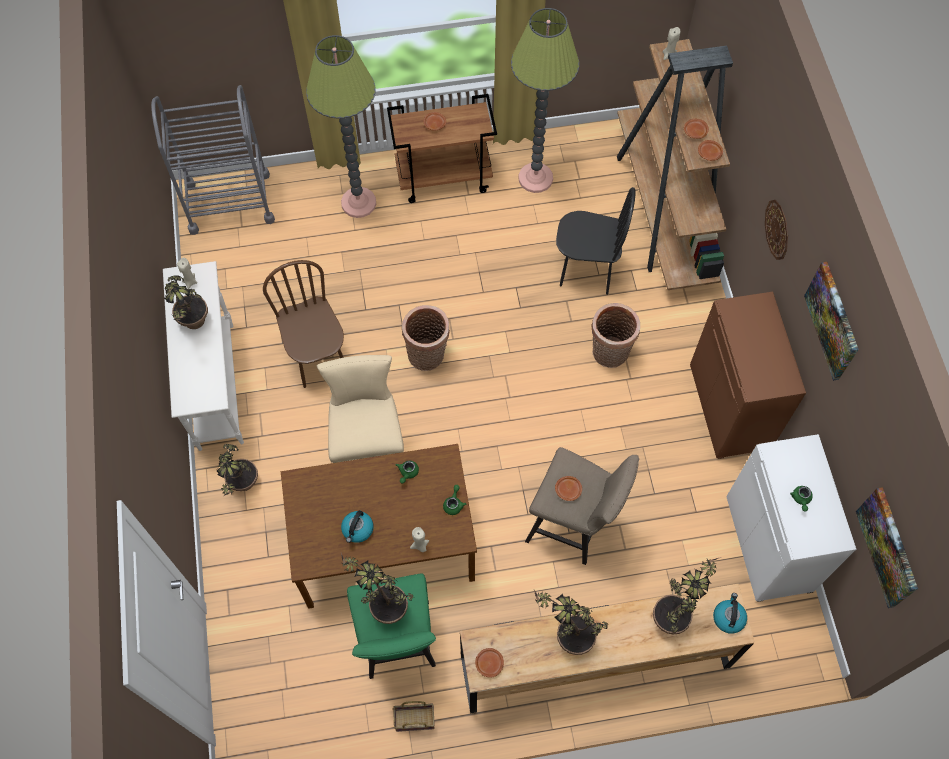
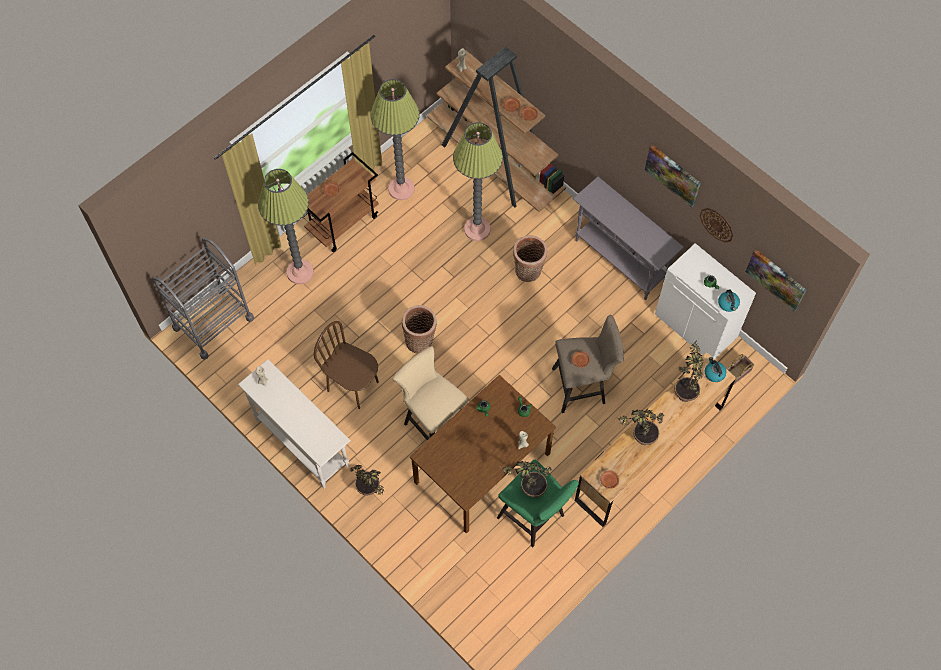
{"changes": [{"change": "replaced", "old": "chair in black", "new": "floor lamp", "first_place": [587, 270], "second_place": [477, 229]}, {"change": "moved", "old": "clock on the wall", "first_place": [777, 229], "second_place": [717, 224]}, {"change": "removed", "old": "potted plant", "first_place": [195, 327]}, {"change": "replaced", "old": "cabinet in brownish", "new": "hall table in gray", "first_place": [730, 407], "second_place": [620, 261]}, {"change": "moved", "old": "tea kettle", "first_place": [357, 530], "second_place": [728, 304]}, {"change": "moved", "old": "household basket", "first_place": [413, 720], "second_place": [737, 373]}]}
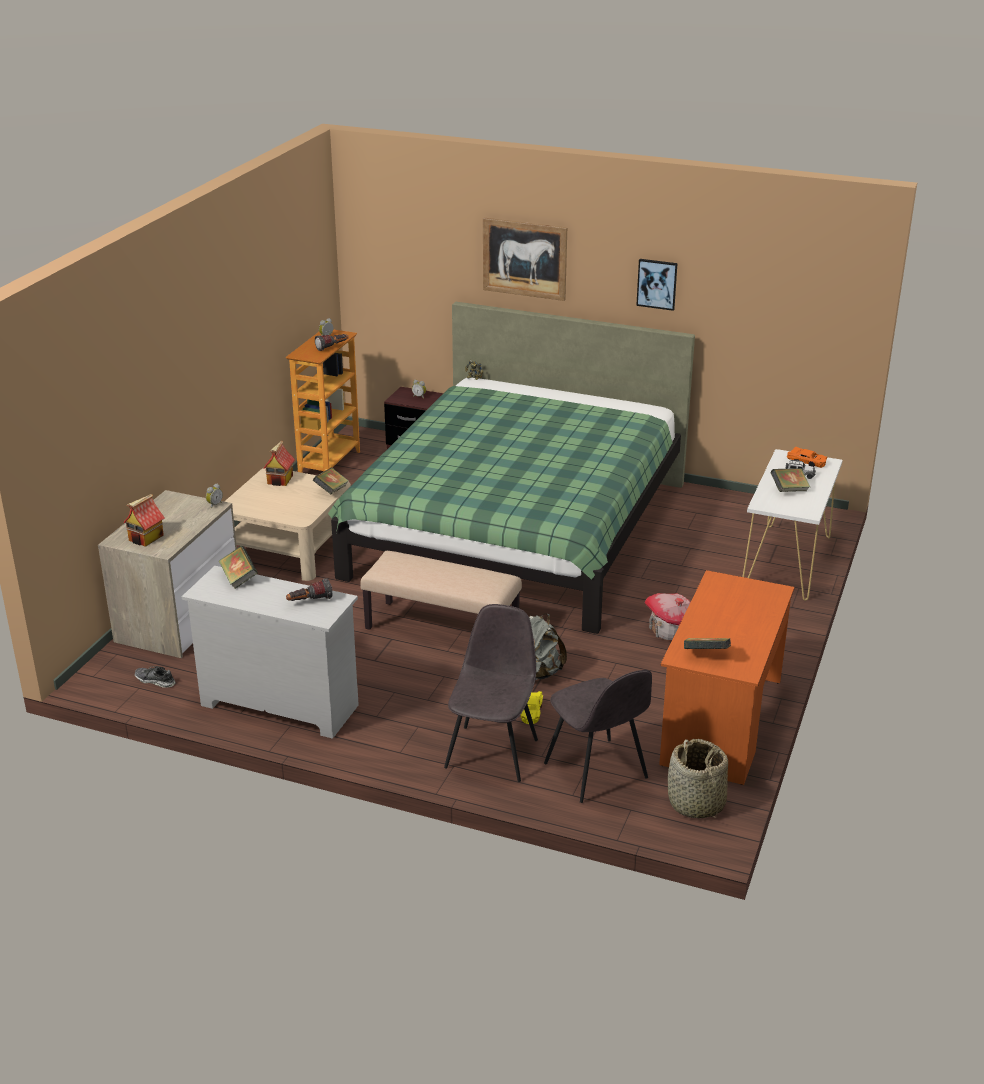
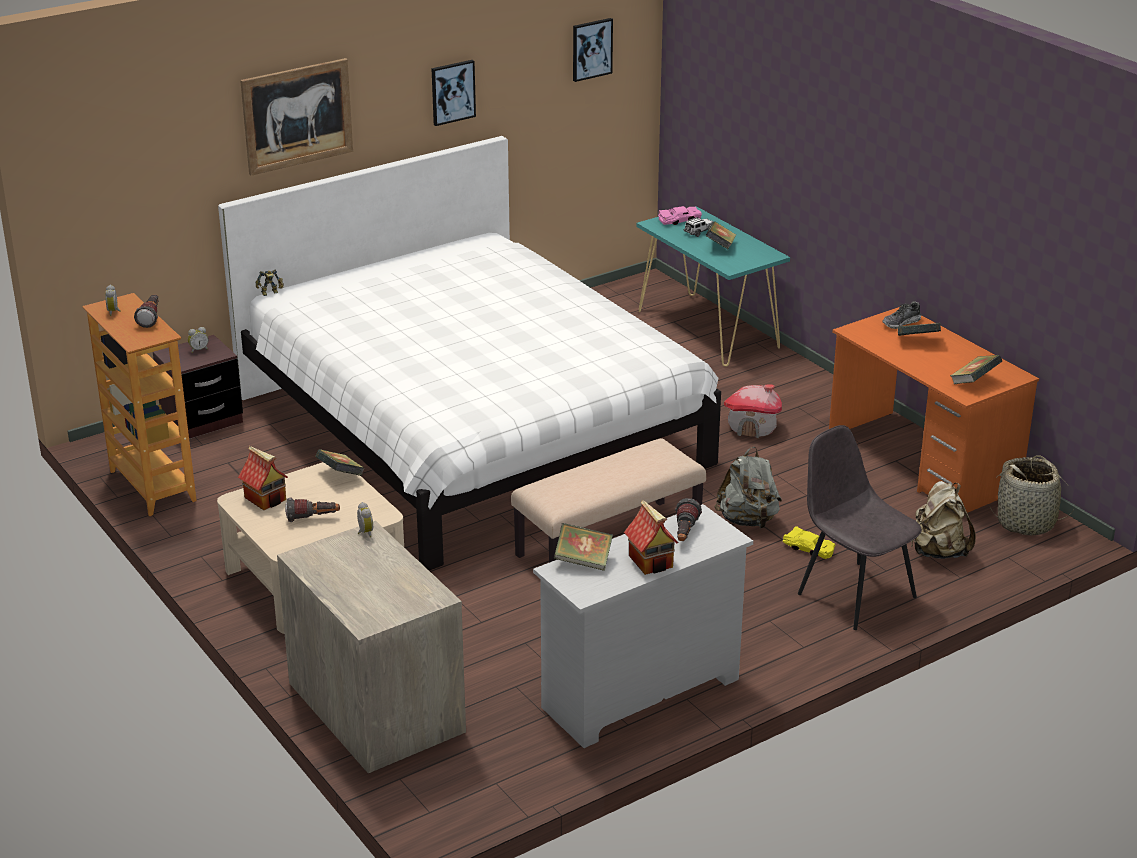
{"changes": [{"change": "recoloured", "old": "bedroom bed in greenish", "new": "bedroom bed in white", "first_place": [517, 530], "second_place": [470, 431]}, {"change": "recoloured", "old": "toy car in orange", "new": "toy car in pink", "first_place": [806, 462], "second_place": [680, 220]}, {"change": "recoloured", "old": "hall table in white", "new": "hall table in turquoise-coloured", "first_place": [786, 562], "second_place": [708, 330]}, {"change": "moved", "old": "model house", "first_place": [146, 538], "second_place": [651, 561]}, {"change": "moved", "old": "item of footwear", "first_place": [155, 681], "second_place": [901, 323]}, {"change": "replaced", "old": "chair in gray", "new": "rucksack in beige-coloured", "first_place": [597, 772], "second_place": [938, 552]}, {"change": "added", "new": "wall picture", "second_place": [591, 49]}, {"change": "added", "new": "book", "second_place": [917, 341]}, {"change": "added", "new": "flashlight", "second_place": [313, 519]}]}
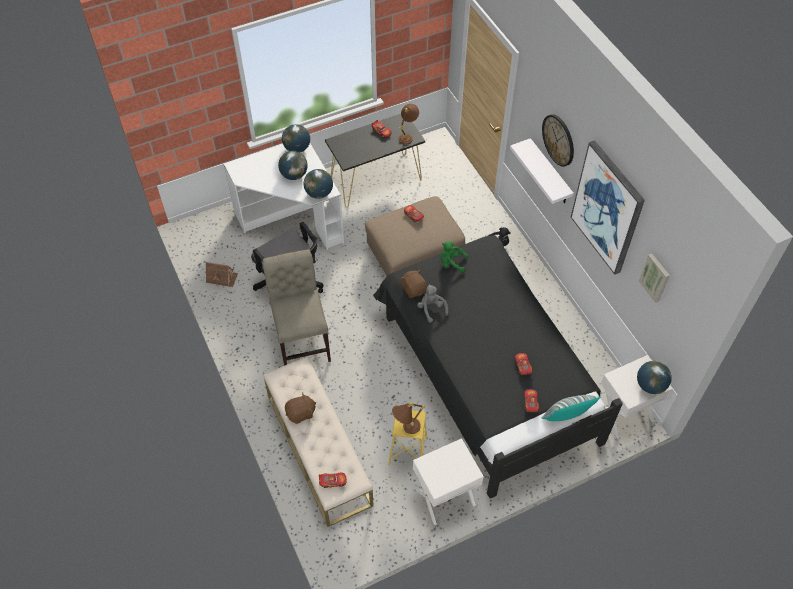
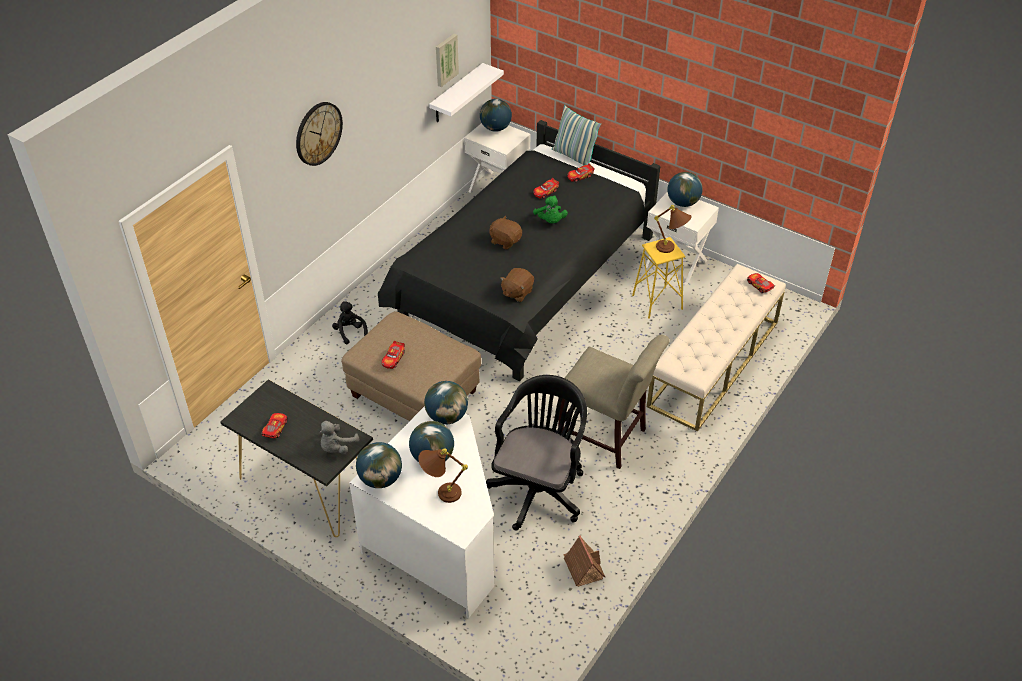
{"changes": [{"change": "moved", "old": "tabletop lamp in brownish", "first_place": [408, 136], "second_place": [440, 493]}, {"change": "moved", "old": "wall shelf in white", "first_place": [550, 173], "second_place": [456, 94]}, {"change": "removed", "old": "wall picture", "first_place": [607, 208]}, {"change": "moved", "old": "cuddly toy in greenish", "first_place": [451, 263], "second_place": [550, 221]}, {"change": "turned", "old": "chair in beige-coloured", "first_place": [302, 341], "second_place": [606, 438], "degrees": -105}, {"change": "moved", "old": "cuddly toy in gray", "first_place": [431, 309], "second_place": [337, 447]}, {"change": "moved", "old": "cuddly toy in brownish", "first_place": [301, 413], "second_place": [505, 241]}, {"change": "added", "new": "world globe", "second_place": [683, 203]}]}
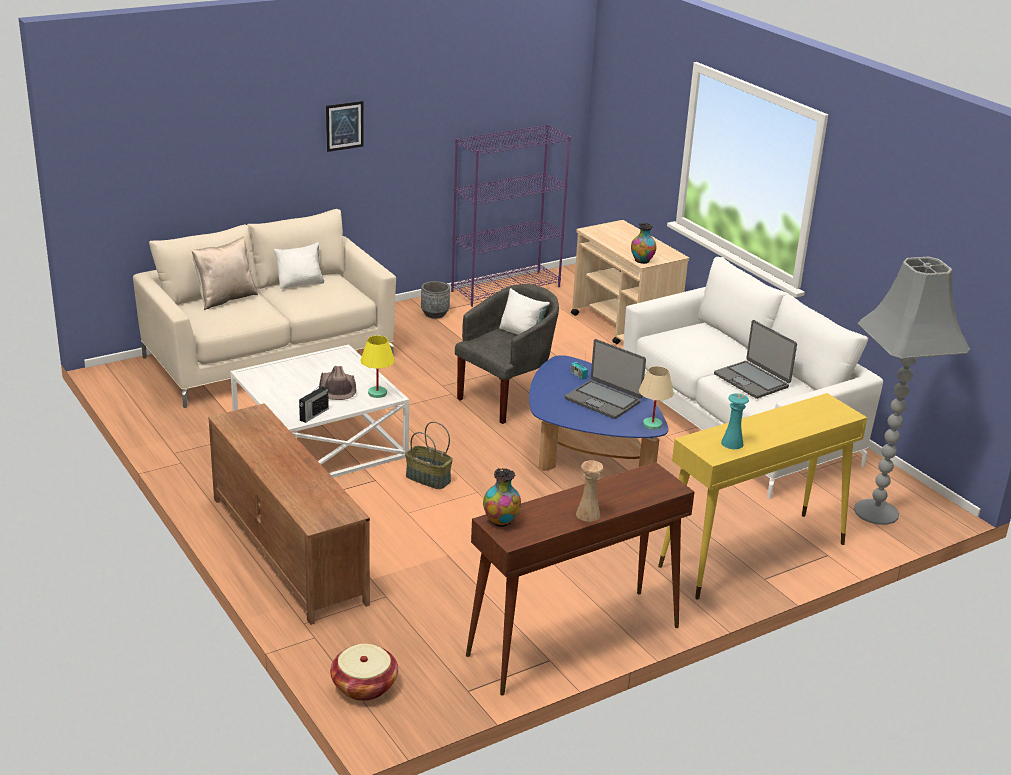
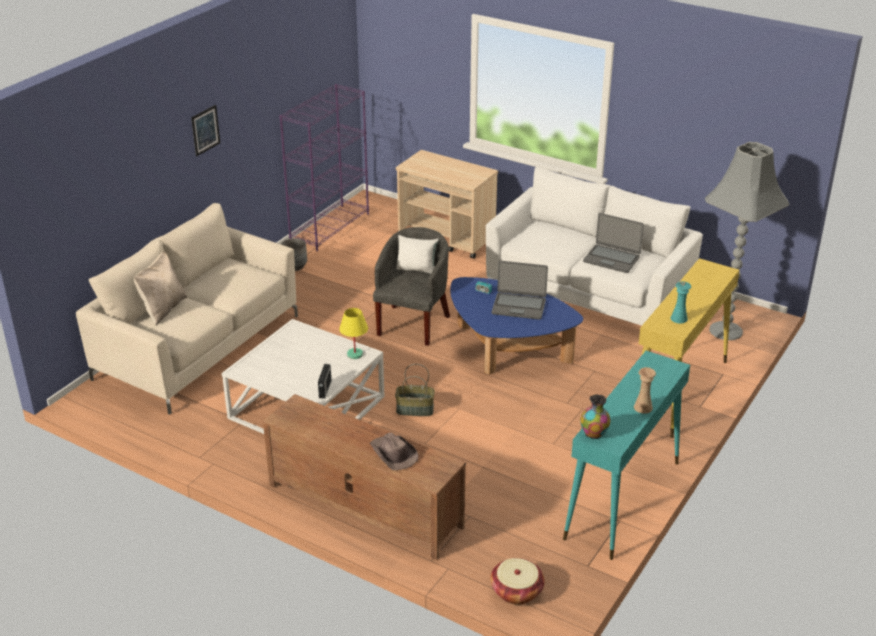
{"changes": [{"change": "removed", "old": "decorative vase", "first_place": [642, 261]}, {"change": "removed", "old": "throw pillow in white", "first_place": [300, 283]}, {"change": "moved", "old": "hat in brownish", "first_place": [337, 388], "second_place": [393, 454]}, {"change": "removed", "old": "tabletop lamp in beige-coloured", "first_place": [652, 425]}, {"change": "recoloured", "old": "hall table in brownish", "new": "hall table in turquoise-coloured", "first_place": [573, 641], "second_place": [622, 500]}]}
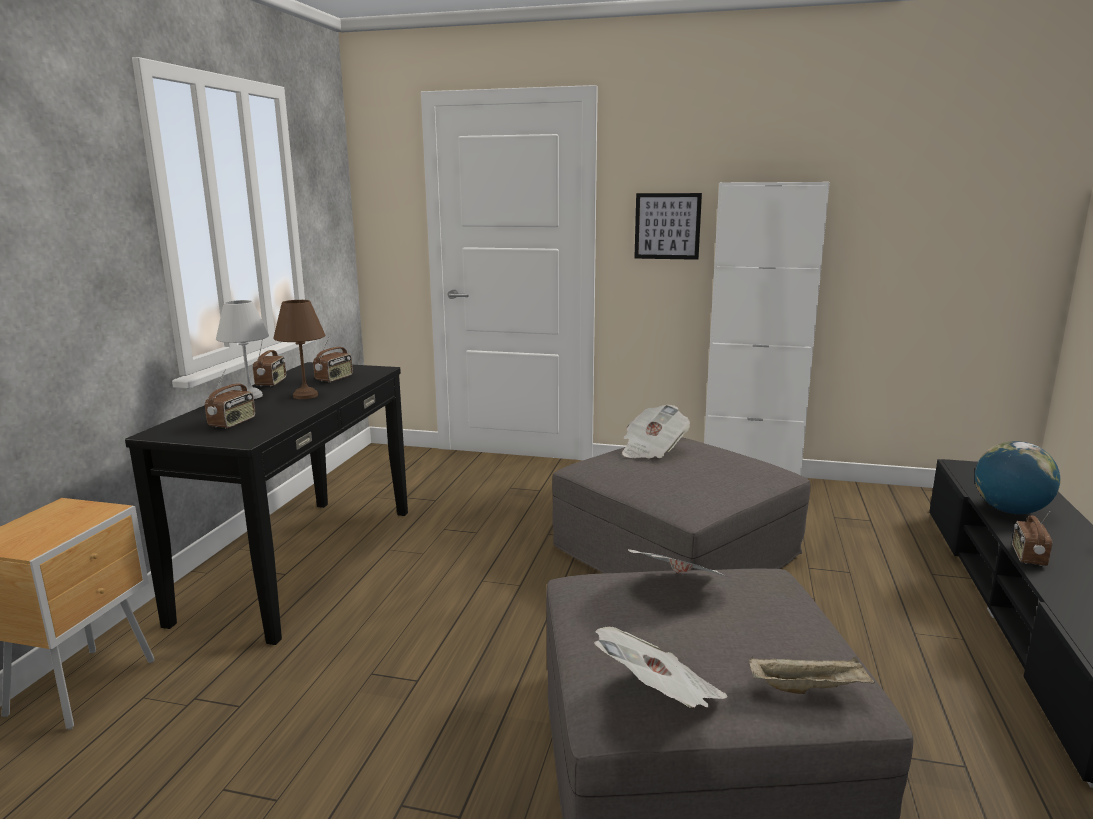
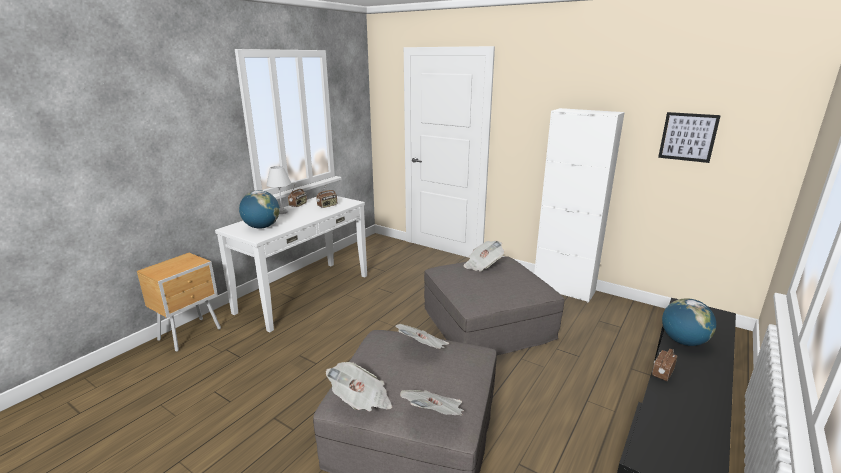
{"changes": [{"change": "moved", "old": "wall picture", "first_place": [667, 226], "second_place": [688, 137]}, {"change": "removed", "old": "tabletop lamp in brownish", "first_place": [306, 396]}, {"change": "recoloured", "old": "hall table in black", "new": "hall table in white", "first_place": [301, 561], "second_place": [304, 293]}, {"change": "replaced", "old": "radio set", "new": "world globe", "first_place": [233, 423], "second_place": [262, 227]}, {"change": "replaced", "old": "carrying tray in beige-coloured", "new": "daily paper", "first_place": [809, 688], "second_place": [435, 415]}]}
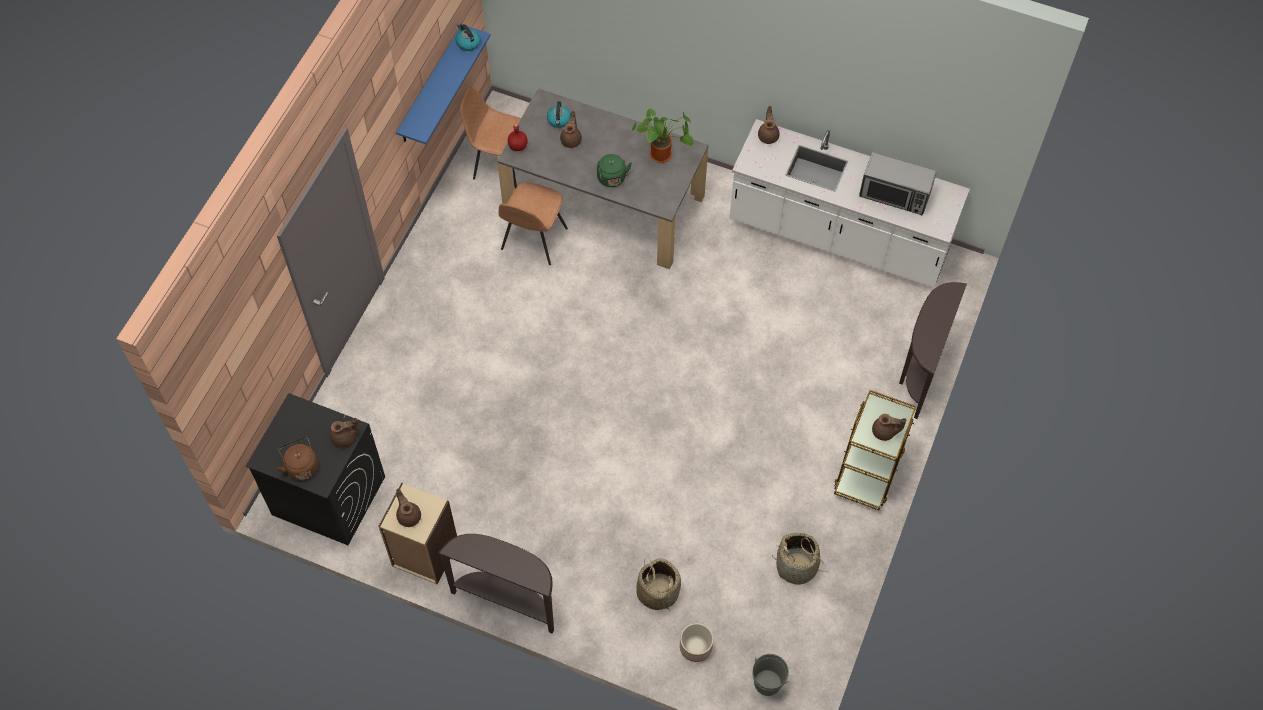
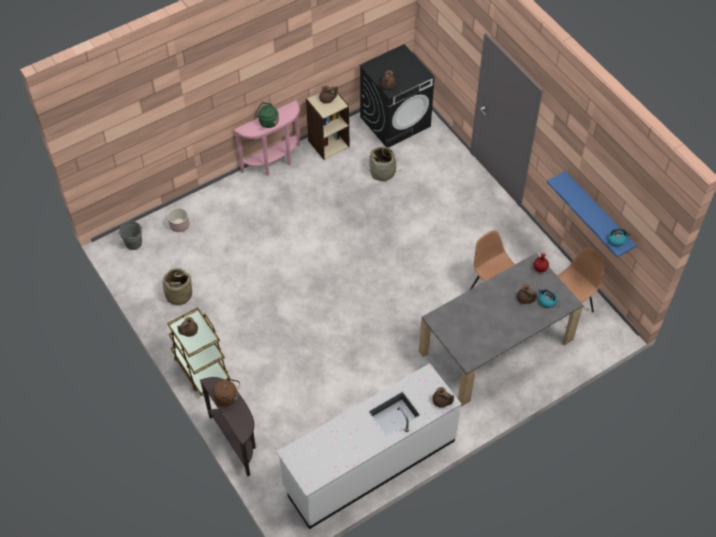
{"changes": [{"change": "removed", "old": "potted plant", "first_place": [663, 154]}, {"change": "removed", "old": "microwave", "first_place": [895, 194]}, {"change": "moved", "old": "tea kettle in greenish", "first_place": [612, 179], "second_place": [267, 122]}, {"change": "moved", "old": "tea kettle in brownish", "first_place": [301, 466], "second_place": [228, 397]}, {"change": "recoloured", "old": "hall table in brownish", "new": "hall table in pink", "first_place": [507, 600], "second_place": [274, 163]}, {"change": "moved", "old": "household basket", "first_place": [657, 591], "second_place": [383, 172]}]}
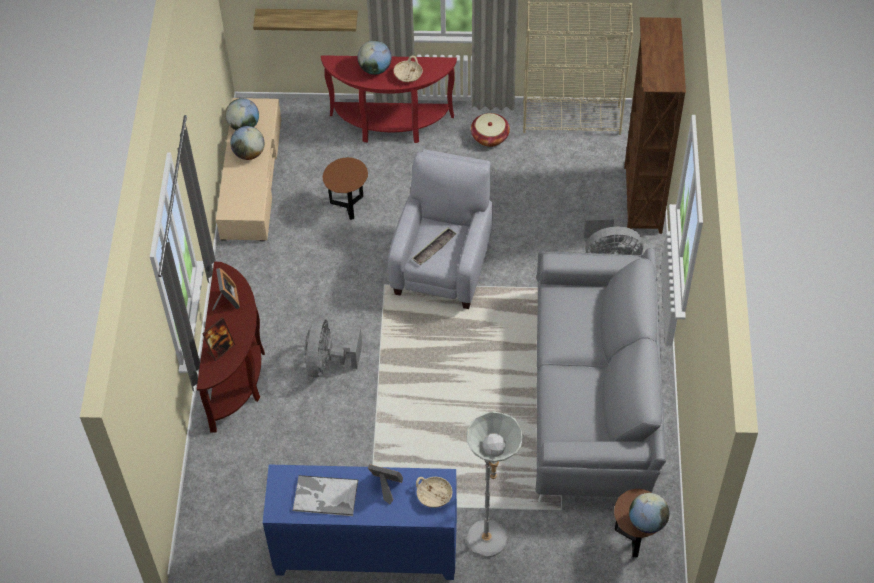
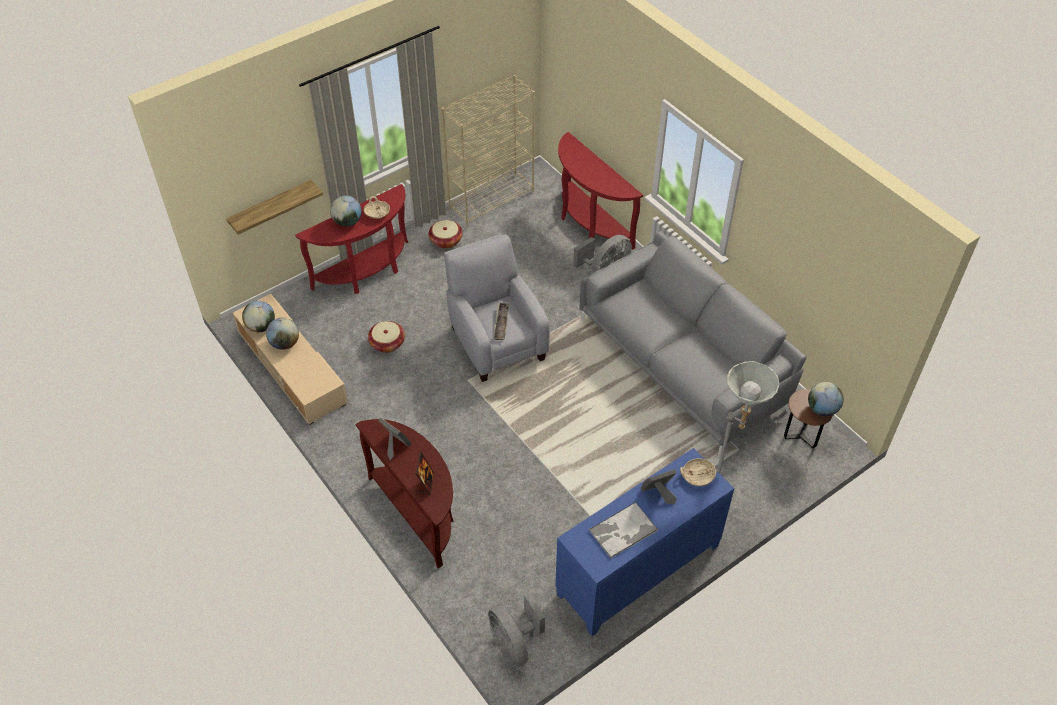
{"changes": [{"change": "replaced", "old": "bookshelf in brownish", "new": "hall table in reddish", "first_place": [641, 200], "second_place": [588, 224]}, {"change": "replaced", "old": "accent table in brownish", "new": "household basket", "first_place": [348, 206], "second_place": [387, 343]}, {"change": "moved", "old": "cooling fan in gray", "first_place": [328, 362], "second_place": [514, 643]}]}
